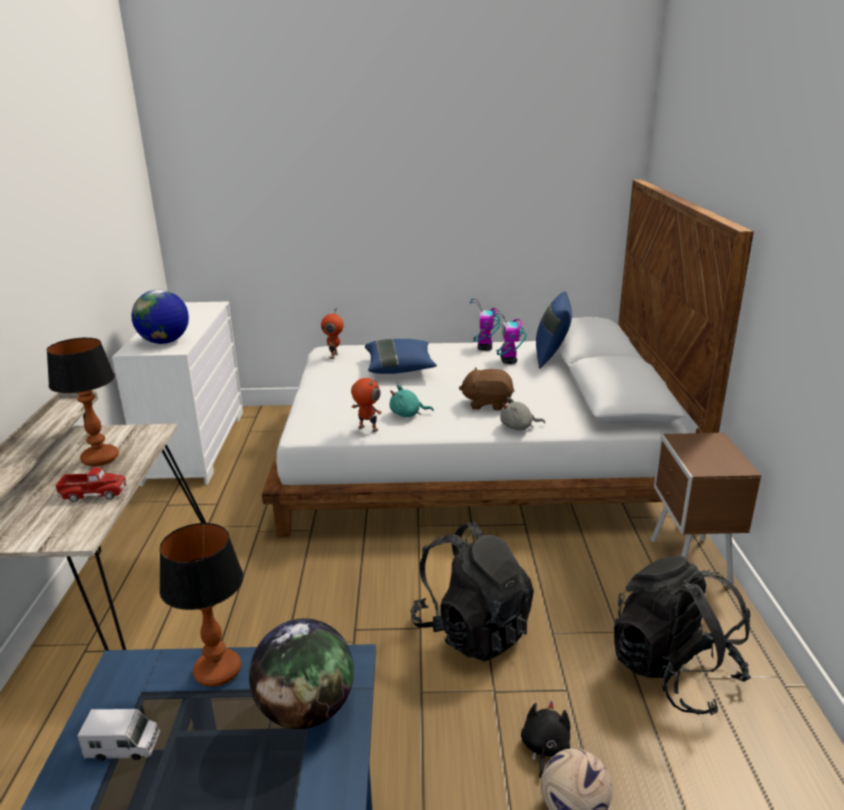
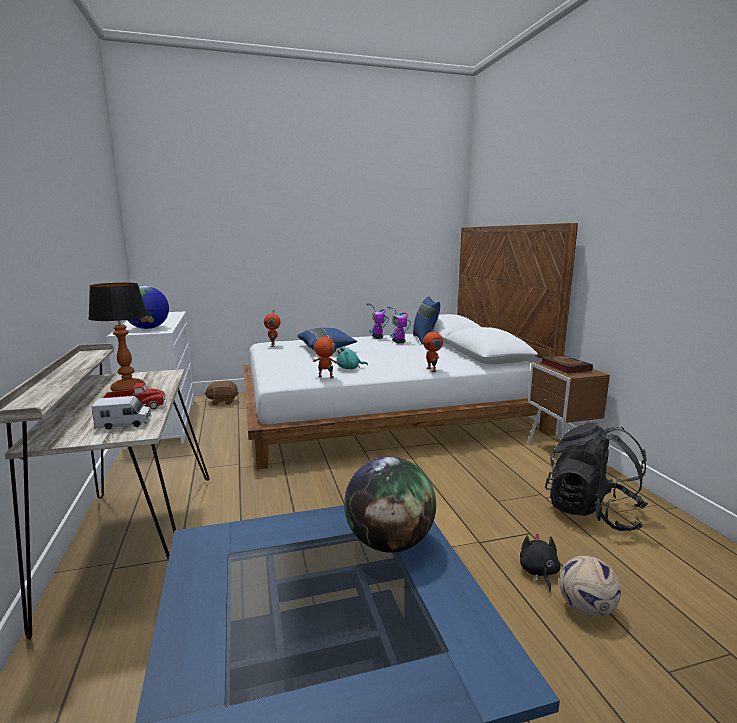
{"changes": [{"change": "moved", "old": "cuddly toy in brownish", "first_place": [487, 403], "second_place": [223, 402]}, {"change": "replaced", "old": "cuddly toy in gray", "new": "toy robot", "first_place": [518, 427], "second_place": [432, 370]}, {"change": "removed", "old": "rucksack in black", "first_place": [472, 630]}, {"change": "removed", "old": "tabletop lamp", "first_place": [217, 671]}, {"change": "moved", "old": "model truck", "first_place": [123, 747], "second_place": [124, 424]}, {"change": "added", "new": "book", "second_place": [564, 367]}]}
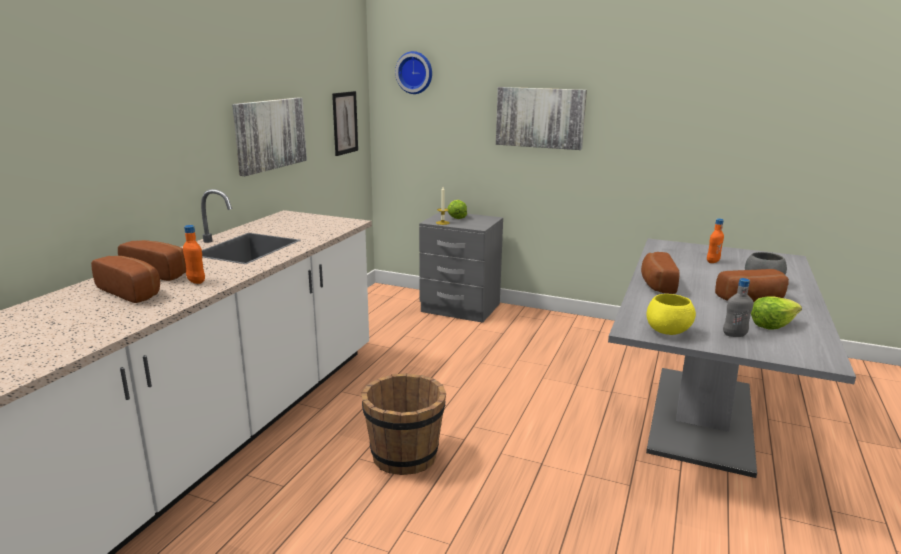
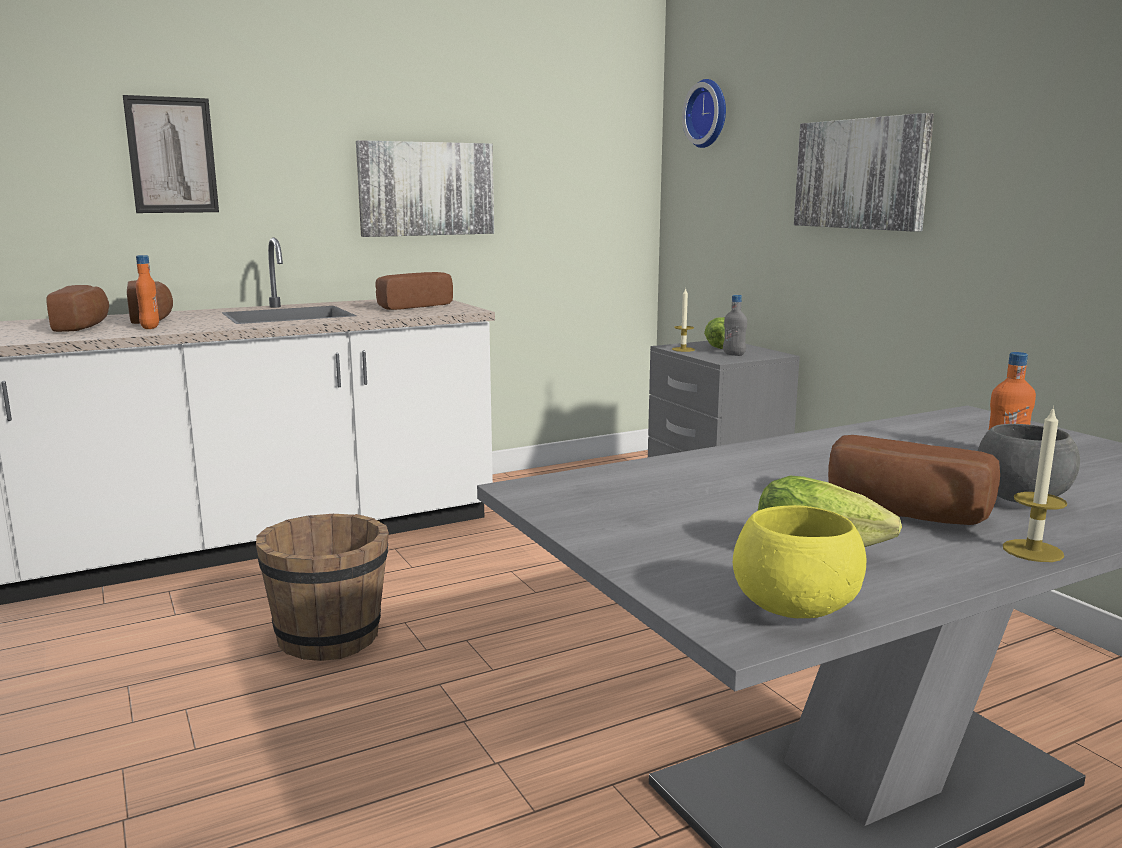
{"changes": [{"change": "moved", "old": "wall picture", "first_place": [345, 123], "second_place": [172, 155]}, {"change": "moved", "old": "baked bread", "first_place": [655, 284], "second_place": [411, 306]}, {"change": "moved", "old": "drink bottle in gray", "first_place": [734, 335], "second_place": [734, 354]}, {"change": "moved", "old": "serving bowl in yellow", "first_place": [668, 332], "second_place": [796, 611]}, {"change": "added", "new": "wax candle", "second_place": [1032, 551]}]}
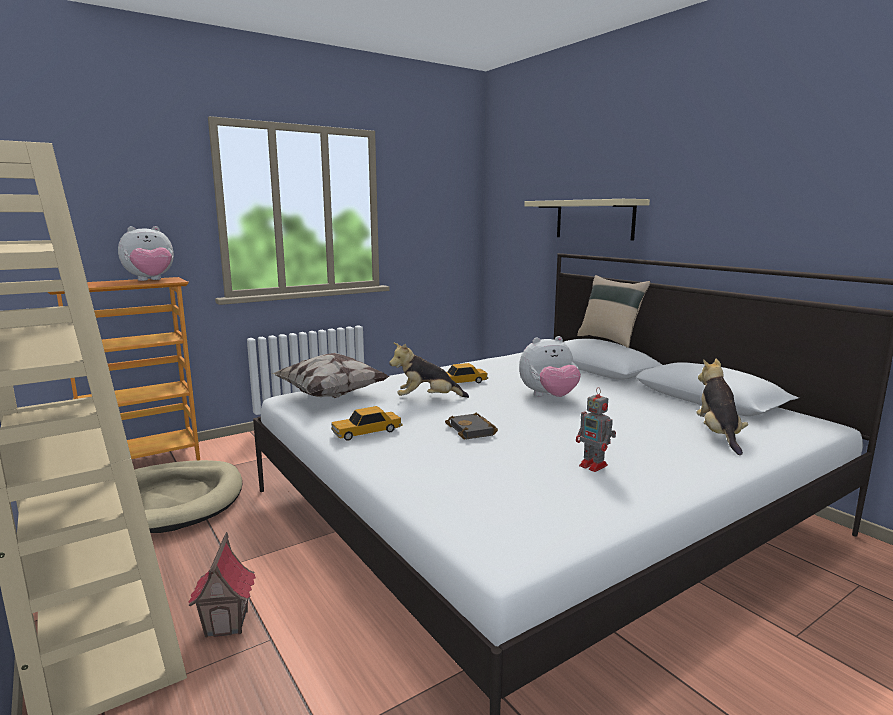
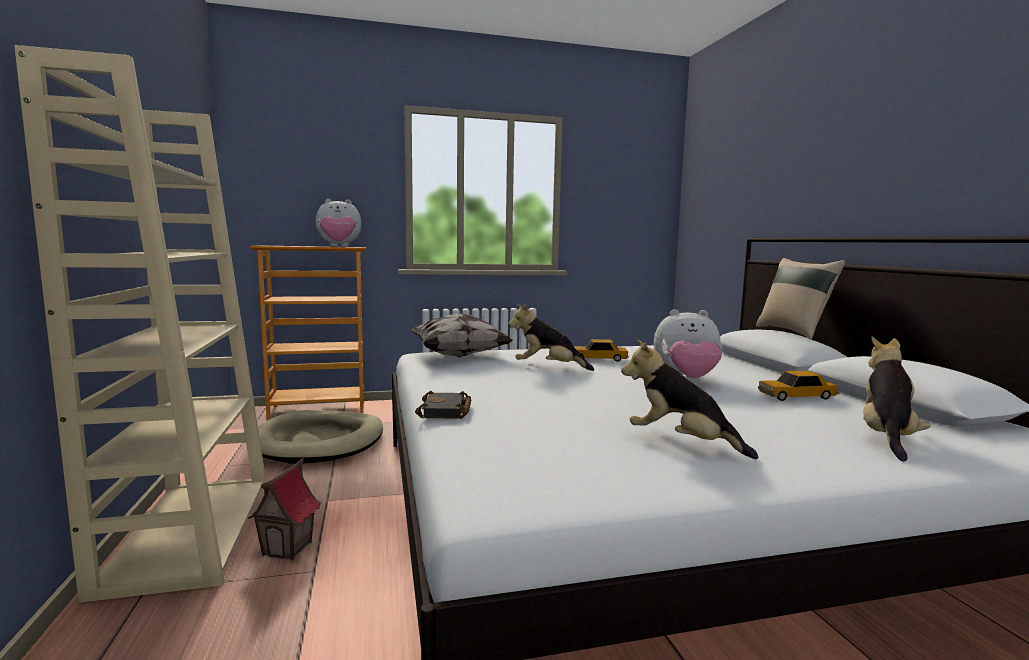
{"changes": [{"change": "removed", "old": "wall shelf in beige-coloured", "first_place": [594, 219]}, {"change": "replaced", "old": "toy robot", "new": "cuddly toy", "first_place": [594, 466], "second_place": [681, 443]}, {"change": "moved", "old": "toy car", "first_place": [366, 432], "second_place": [796, 396]}, {"change": "moved", "old": "book in black", "first_place": [473, 430], "second_place": [446, 411]}]}
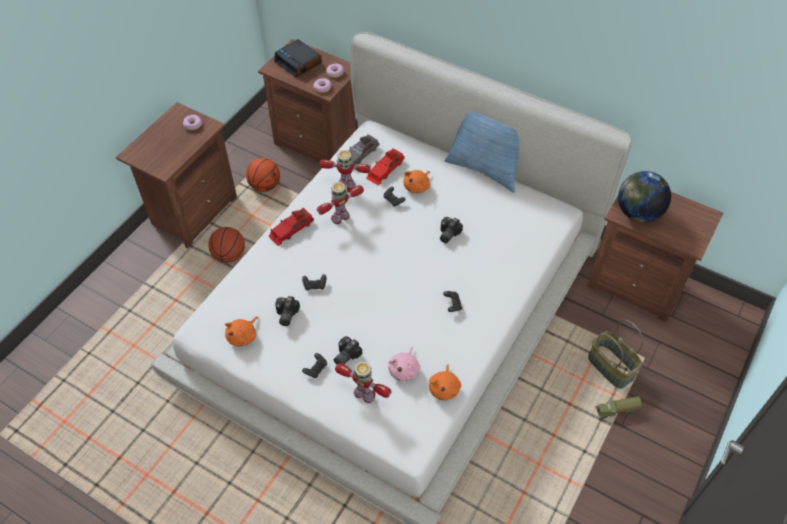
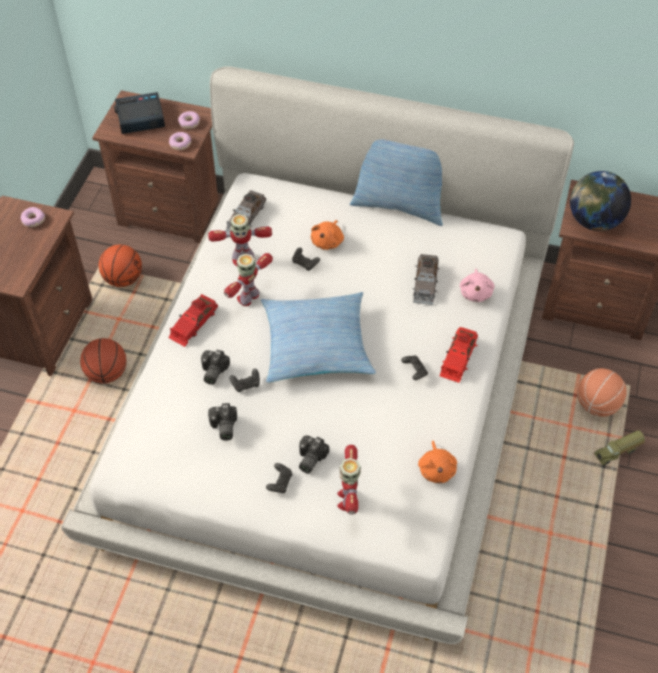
{"changes": [{"change": "turned", "old": "bedside clock", "first_place": [299, 62], "second_place": [140, 118], "degrees": 135}, {"change": "moved", "old": "toy car in reddish", "first_place": [385, 169], "second_place": [458, 357]}, {"change": "moved", "old": "still camera", "first_place": [447, 234], "second_place": [212, 372]}, {"change": "removed", "old": "cuddly toy in orange", "first_place": [243, 336]}, {"change": "replaced", "old": "household basket", "new": "ball for basketball", "first_place": [611, 367], "second_place": [597, 405]}, {"change": "moved", "old": "cuddly toy in pink", "first_place": [404, 369], "second_place": [476, 292]}, {"change": "turned", "old": "toy robot", "first_place": [365, 395], "second_place": [348, 499], "degrees": -105}, {"change": "added", "new": "toy car in gray", "second_place": [425, 283]}, {"change": "added", "new": "throw pillow", "second_place": [316, 345]}]}
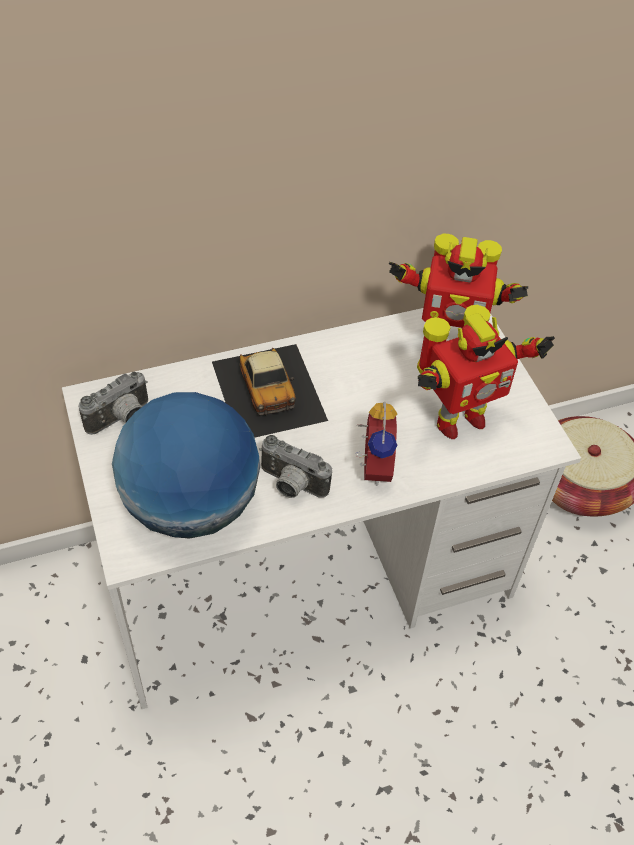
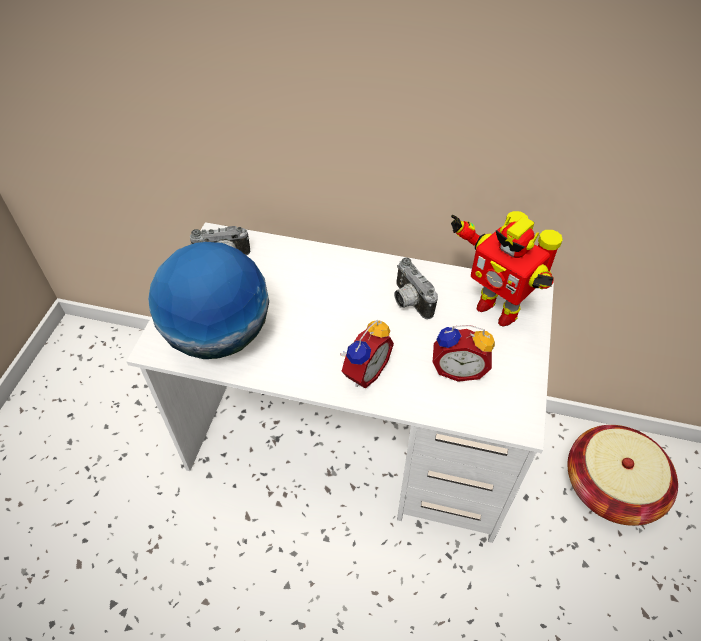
{"changes": [{"change": "replaced", "old": "toy robot", "new": "bedside clock", "first_place": [457, 420], "second_place": [458, 368]}, {"change": "removed", "old": "toy car", "first_place": [269, 390]}, {"change": "moved", "old": "still camera", "first_place": [290, 485], "second_place": [408, 301]}]}
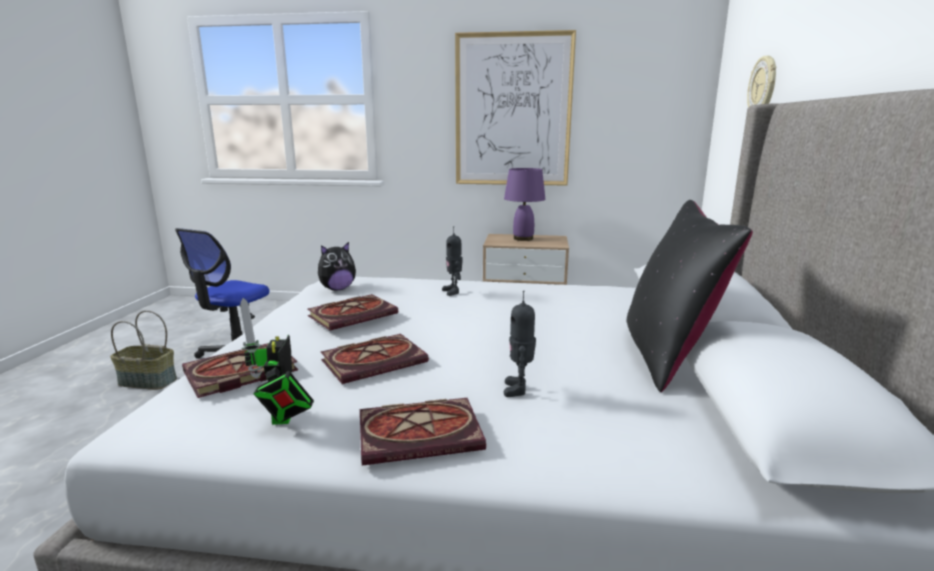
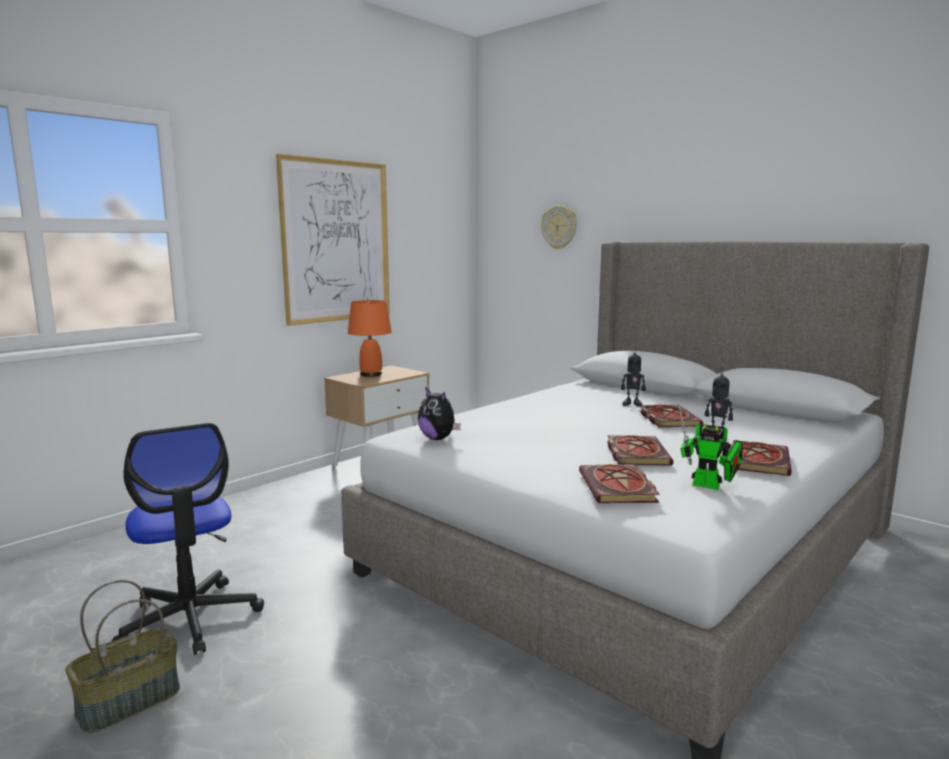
{"changes": [{"change": "recoloured", "old": "tabletop lamp in purple-coloured", "new": "tabletop lamp in orange", "first_place": [523, 238], "second_place": [371, 374]}, {"change": "removed", "old": "throw pillow in black", "first_place": [668, 354]}, {"change": "moved", "old": "toy robot", "first_place": [453, 292], "second_place": [632, 404]}, {"change": "turned", "old": "cuddly toy", "first_place": [337, 289], "second_place": [438, 438], "degrees": 135}, {"change": "moved", "old": "book", "first_place": [354, 314], "second_place": [667, 418]}]}
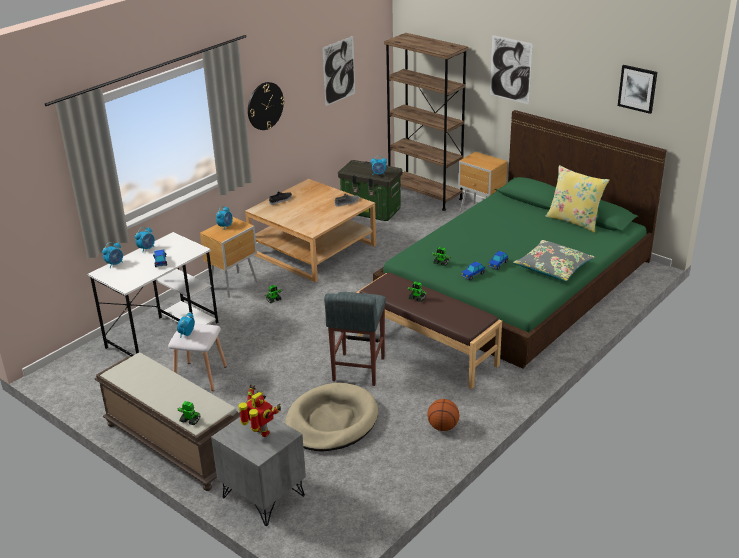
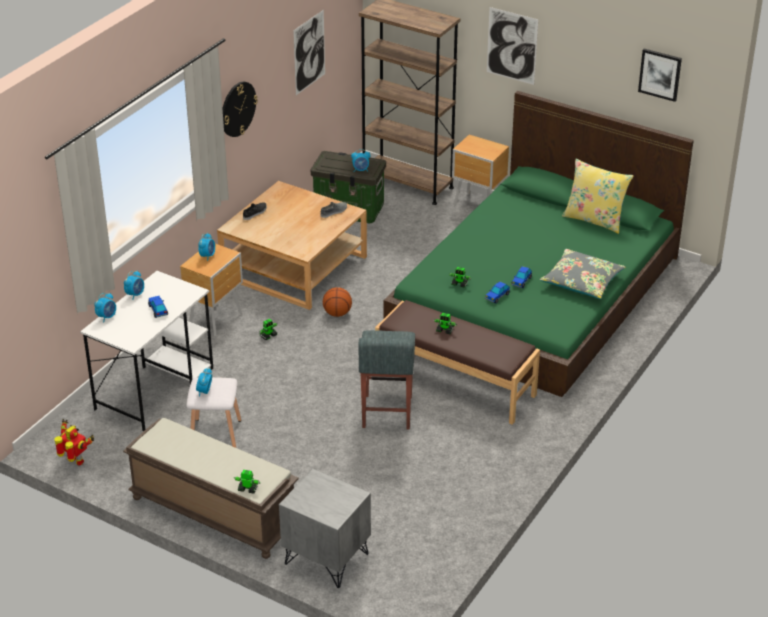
{"changes": [{"change": "removed", "old": "dog bed in beige-coloured", "first_place": [331, 421]}, {"change": "moved", "old": "toy robot", "first_place": [260, 433], "second_place": [75, 462]}, {"change": "moved", "old": "ball for basketball", "first_place": [443, 427], "second_place": [337, 313]}]}
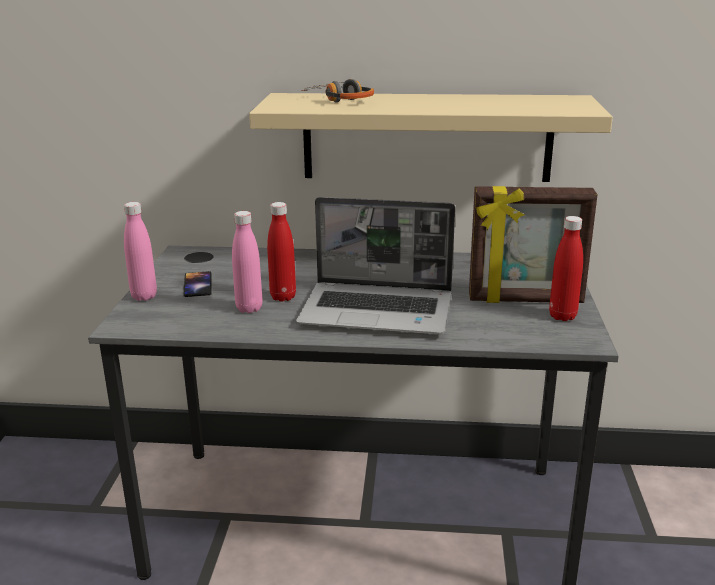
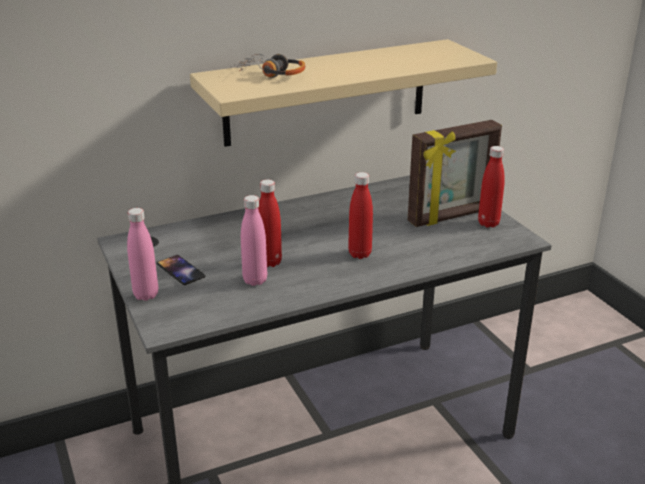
{"changes": [{"change": "replaced", "old": "portable computer", "new": "drink bottle in reddish", "first_place": [379, 311], "second_place": [359, 254]}]}
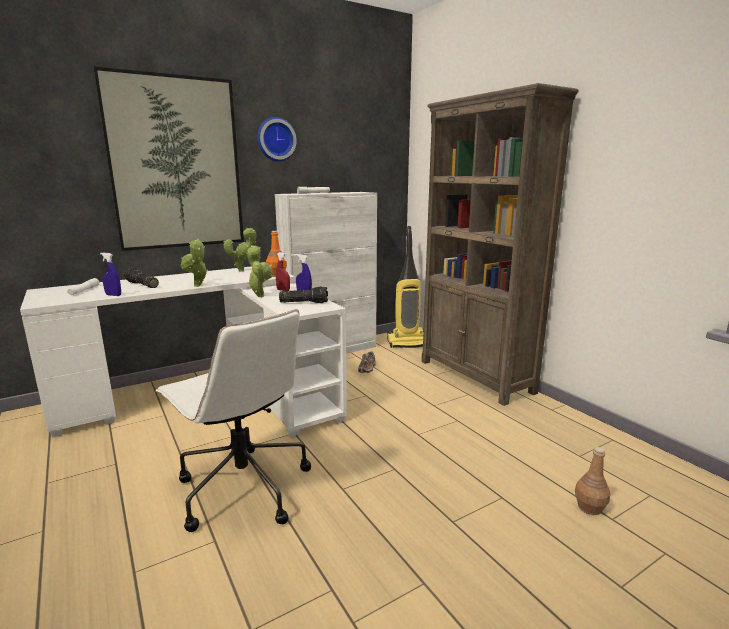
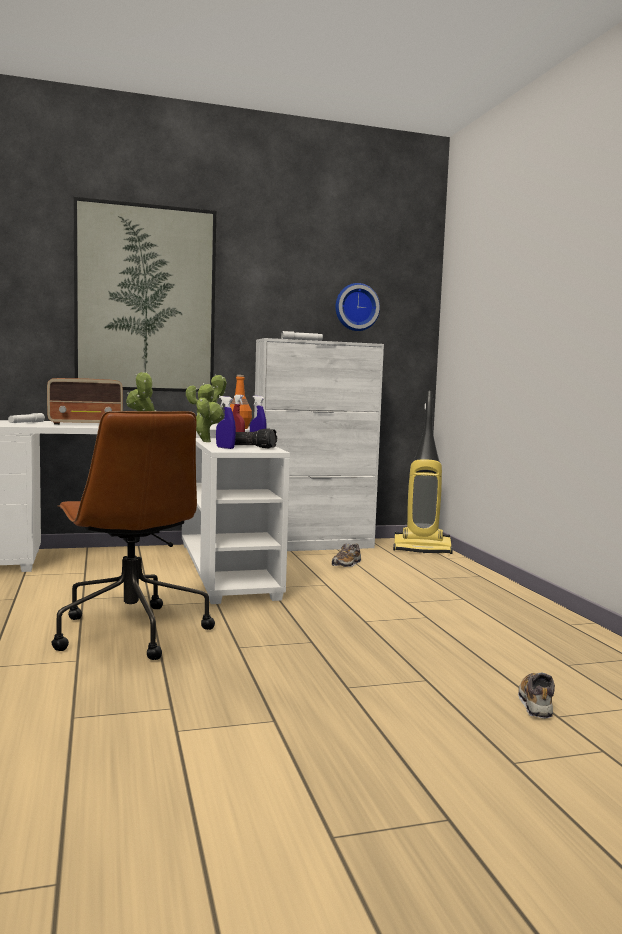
{"changes": [{"change": "removed", "old": "bookshelf in brownish", "first_place": [475, 376]}, {"change": "moved", "old": "clock on the wall", "first_place": [275, 139], "second_place": [356, 307]}, {"change": "moved", "old": "hand sprayer in blue-coloured", "first_place": [113, 295], "second_place": [225, 448]}, {"change": "replaced", "old": "flashlight", "new": "radio set", "first_place": [141, 285], "second_place": [86, 424]}, {"change": "recoloured", "old": "desk chair in white", "new": "desk chair in brownish", "first_place": [242, 488], "second_place": [130, 631]}, {"change": "replaced", "old": "drink bottle in brownish", "new": "item of footwear", "first_place": [589, 508], "second_place": [536, 704]}]}
